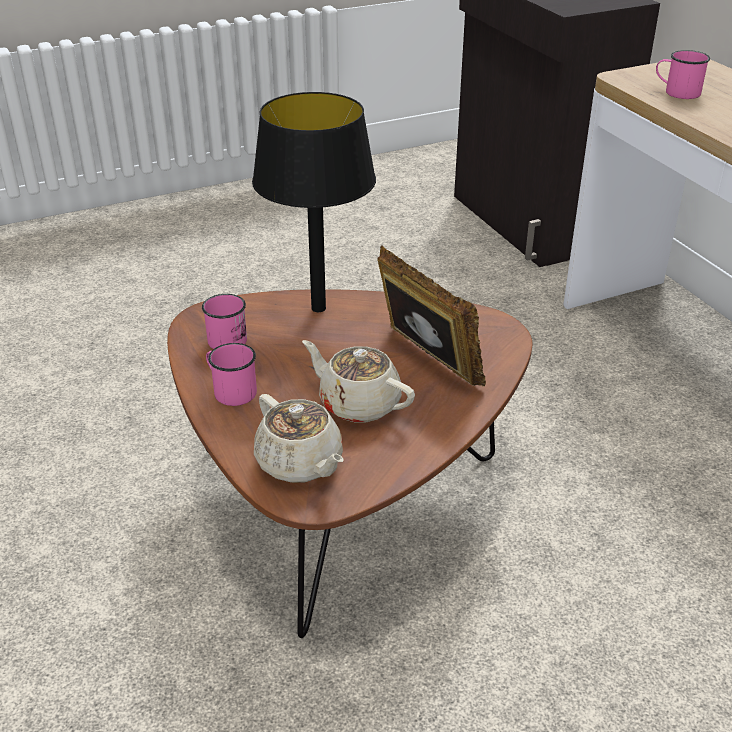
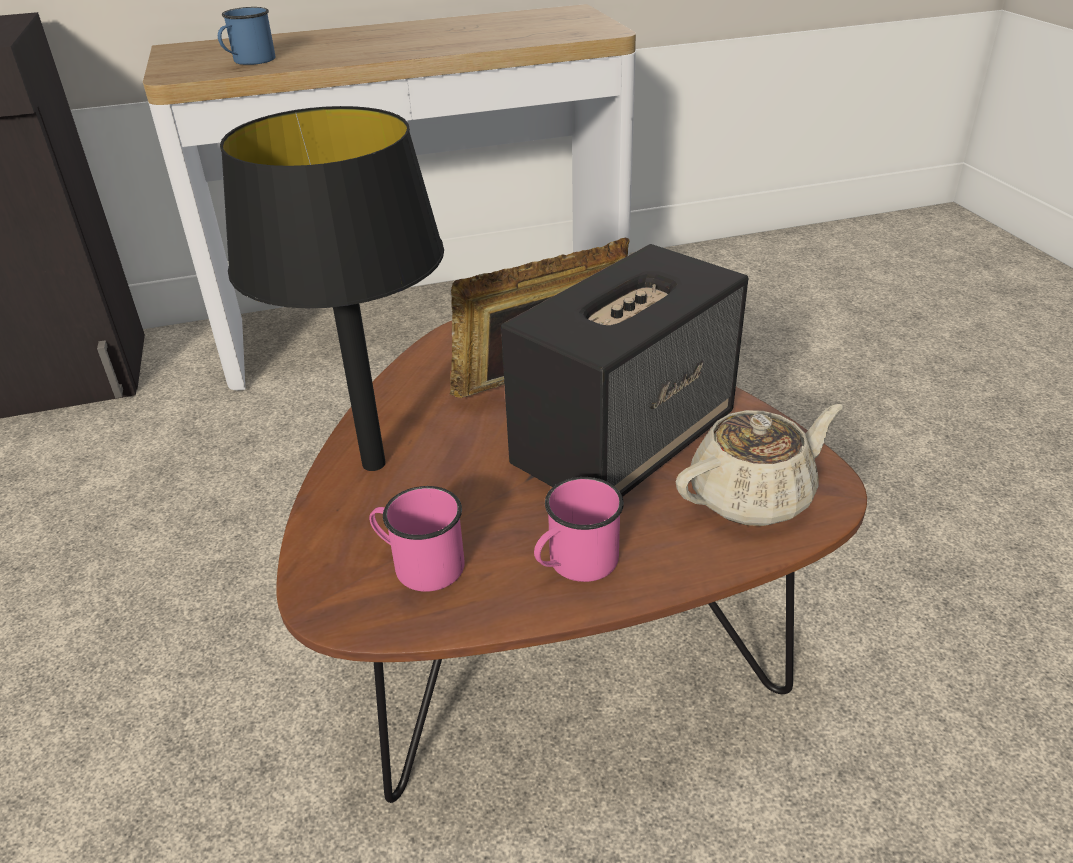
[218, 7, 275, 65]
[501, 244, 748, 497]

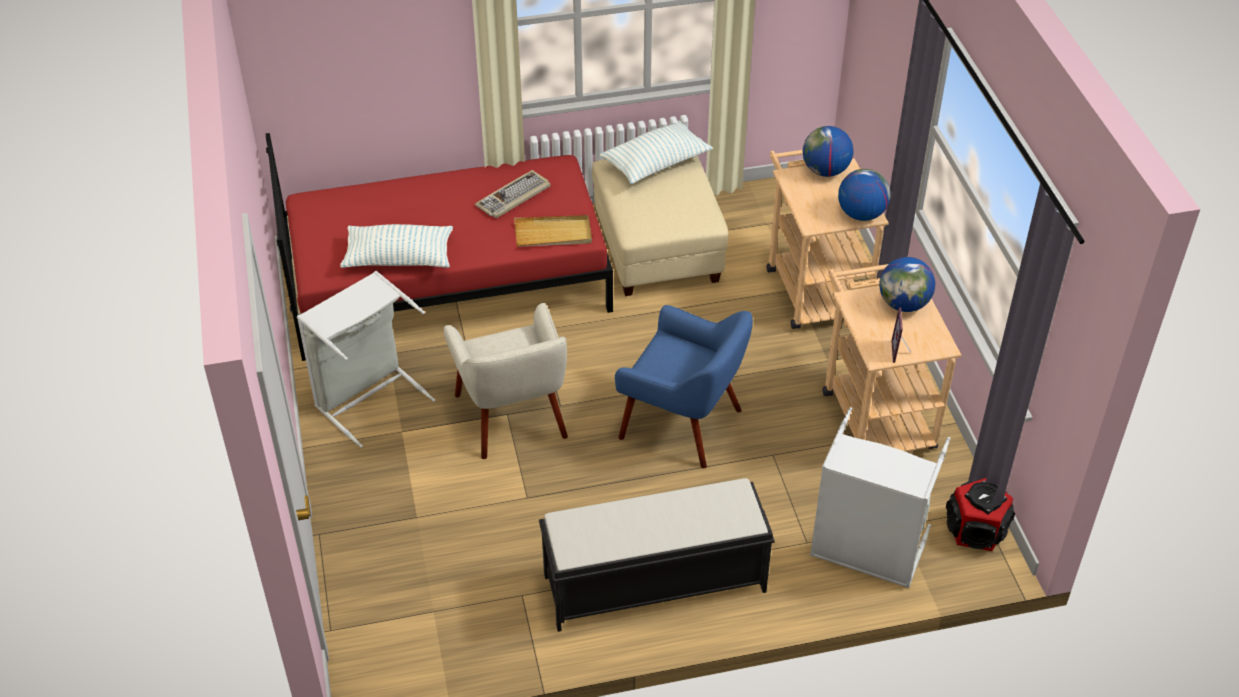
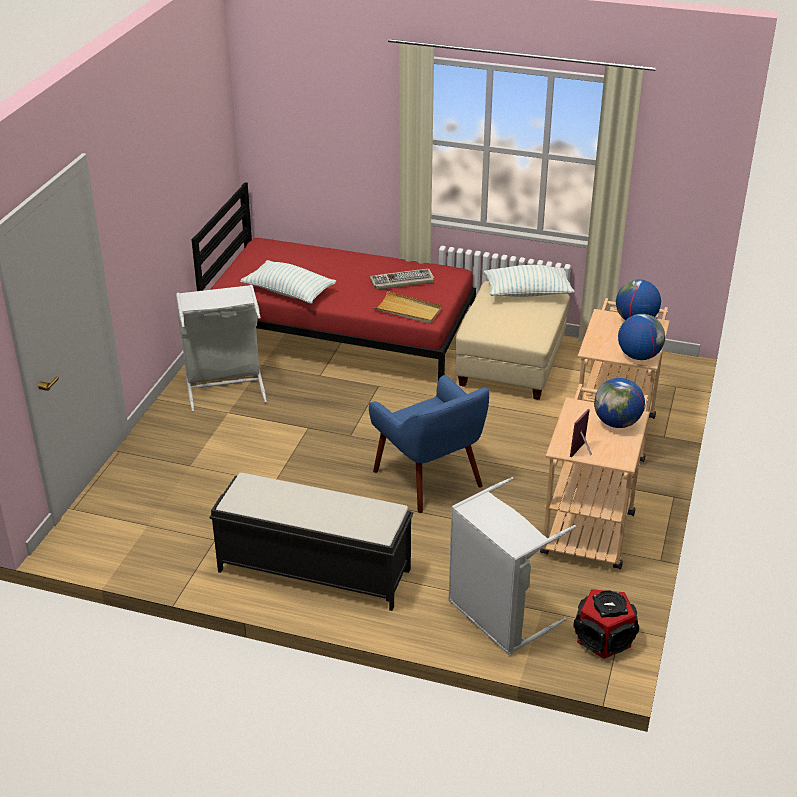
[443, 303, 568, 459] (first image)

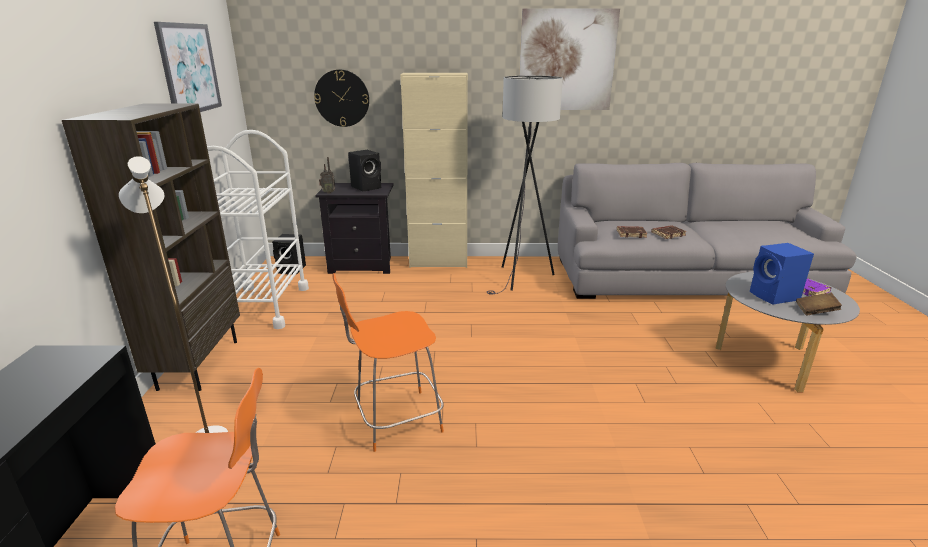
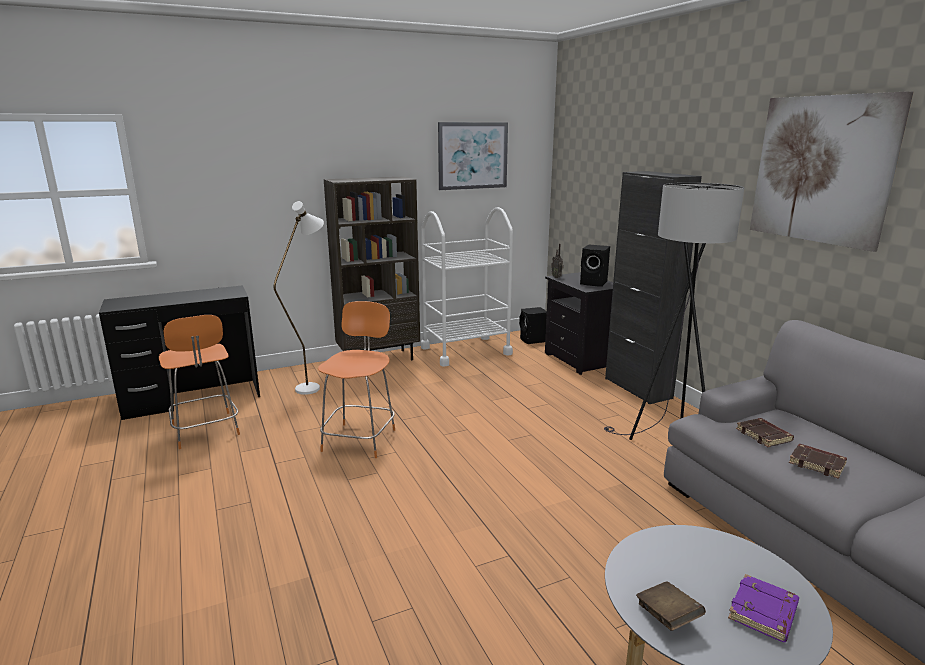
[314, 69, 369, 127] (first image)
[605, 171, 702, 404]
[750, 243, 814, 305] (first image)
[318, 301, 395, 458]

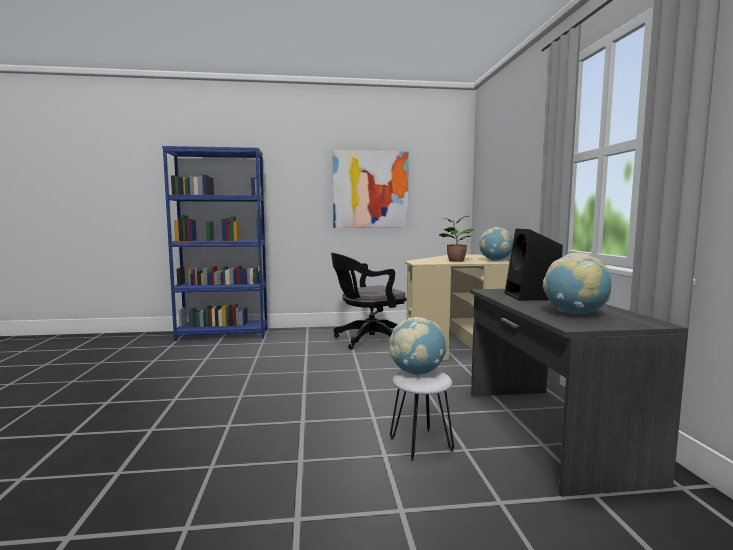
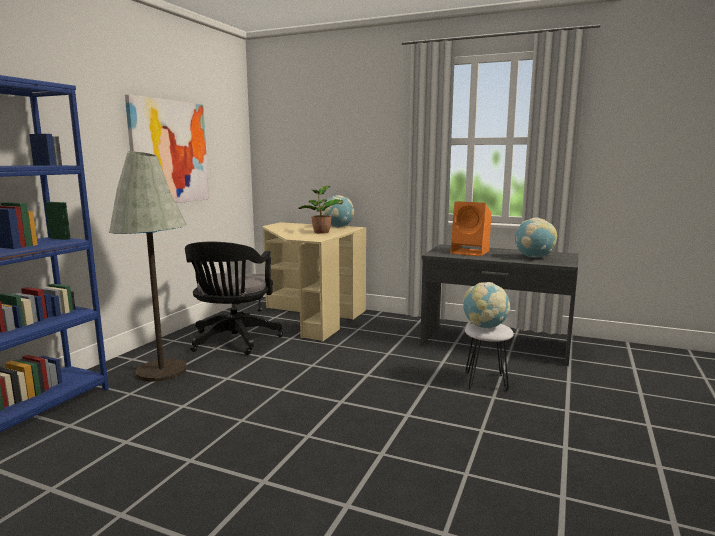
[450, 201, 491, 256]
[109, 151, 187, 381]

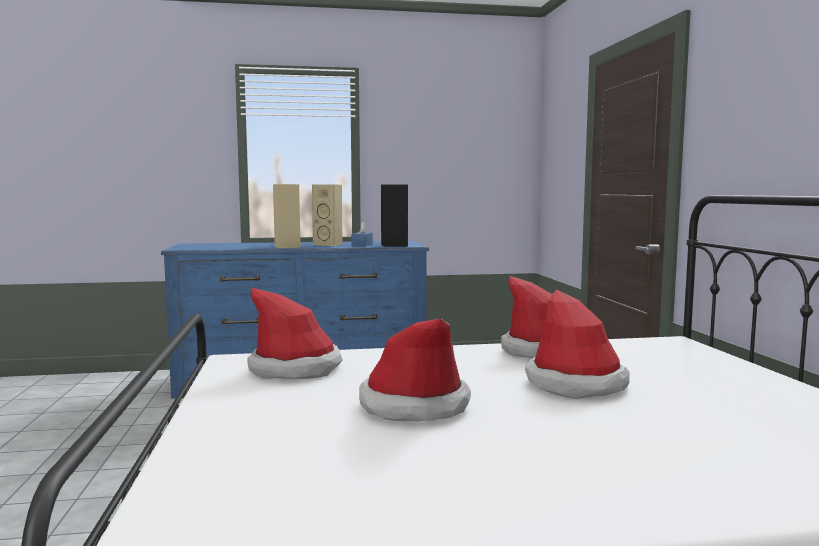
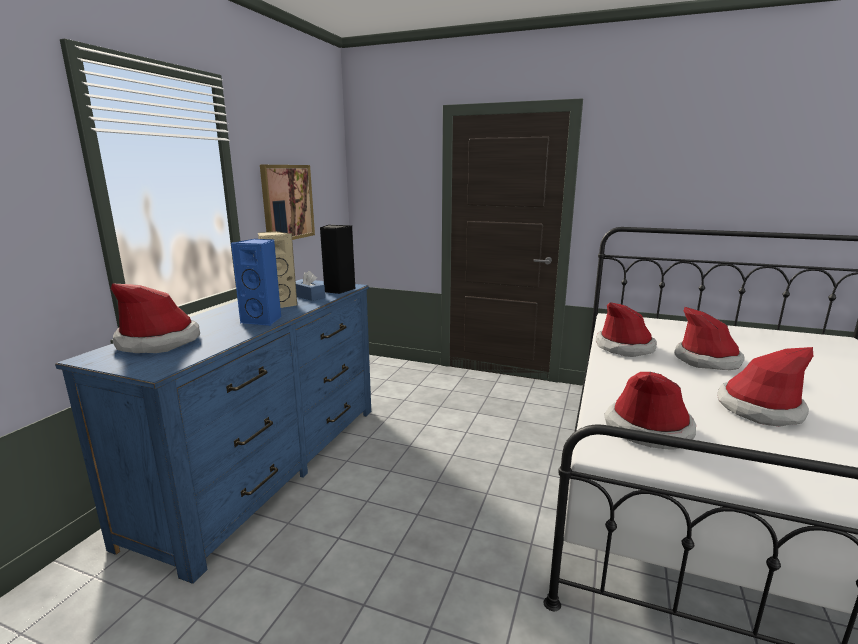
[231, 239, 282, 326]
[260, 165, 315, 240]
[111, 283, 200, 353]

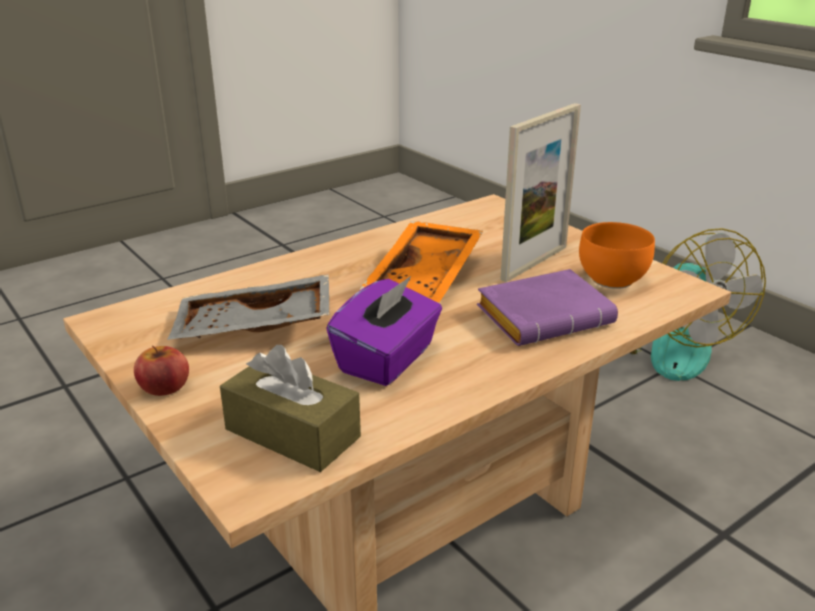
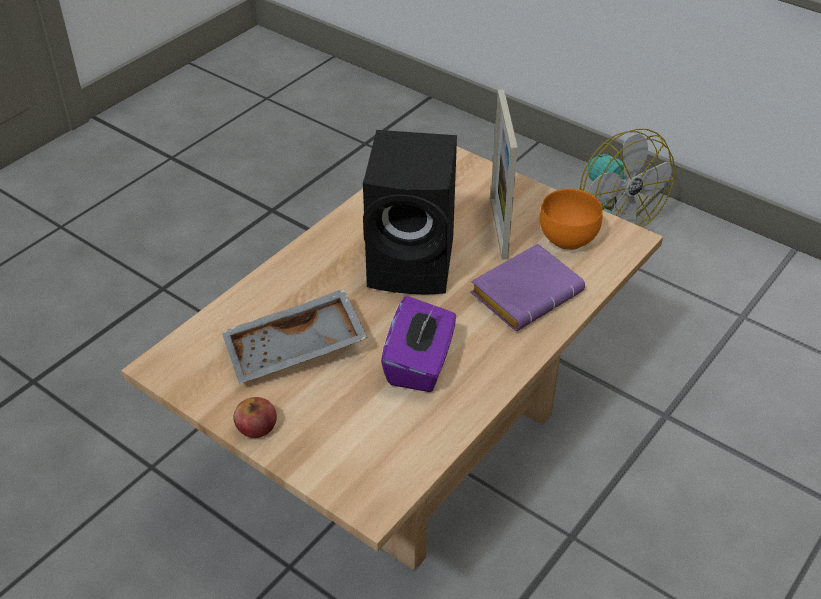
[491, 90, 518, 260]
[363, 130, 457, 294]
[220, 345, 361, 472] (first image)

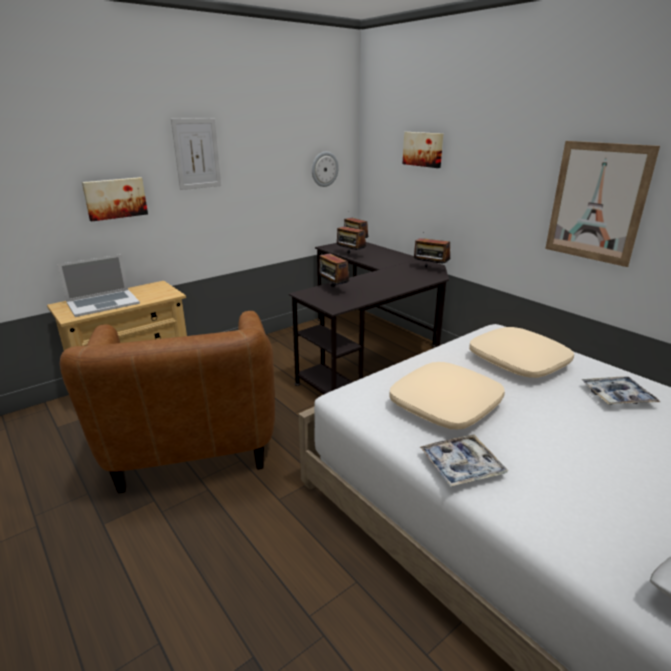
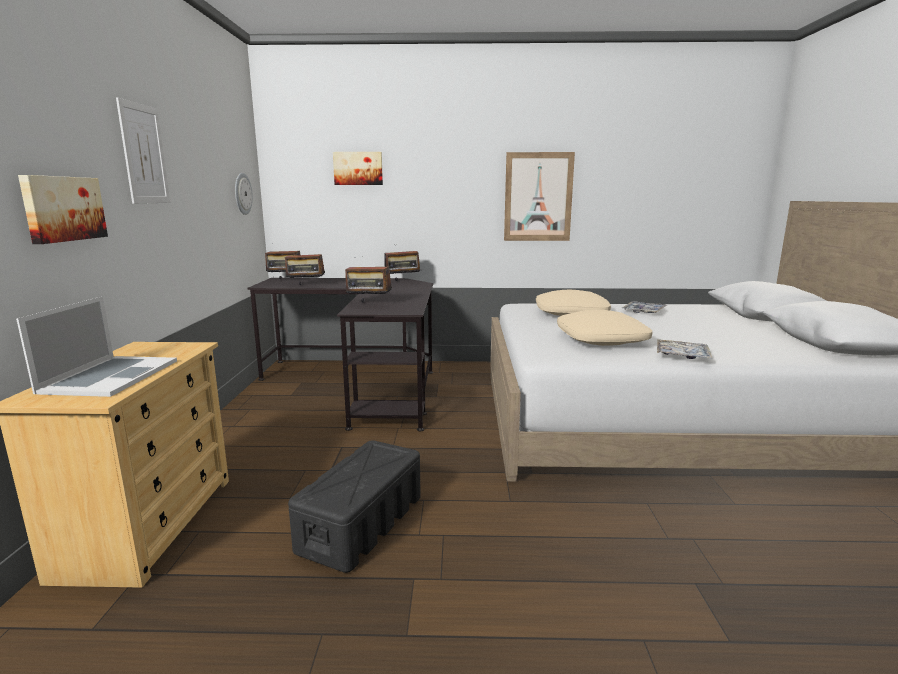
[288, 440, 421, 573]

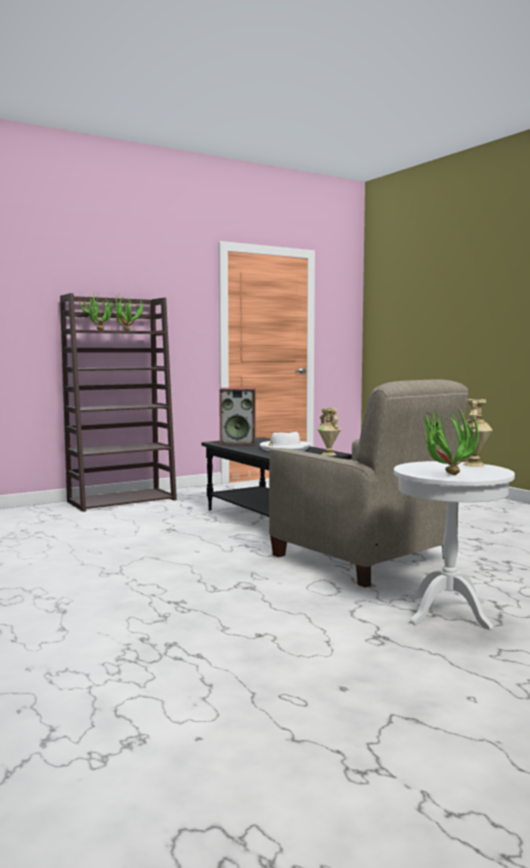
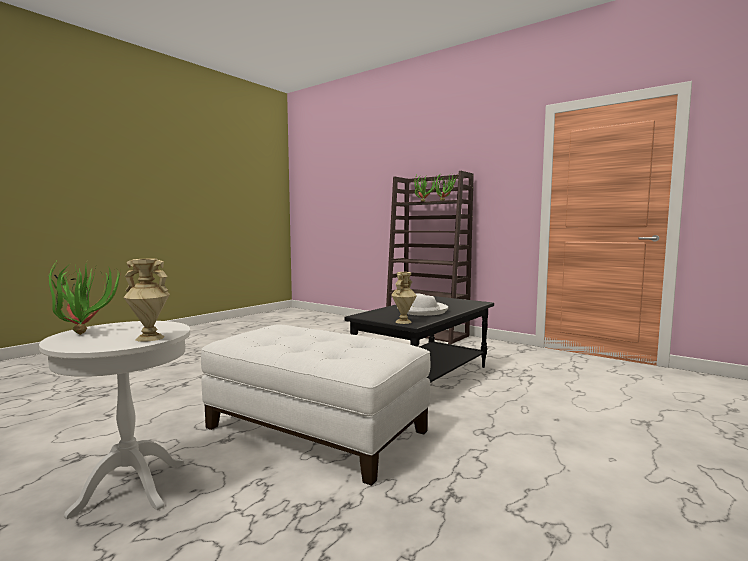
[201, 325, 430, 486]
[219, 388, 256, 445] (first image)

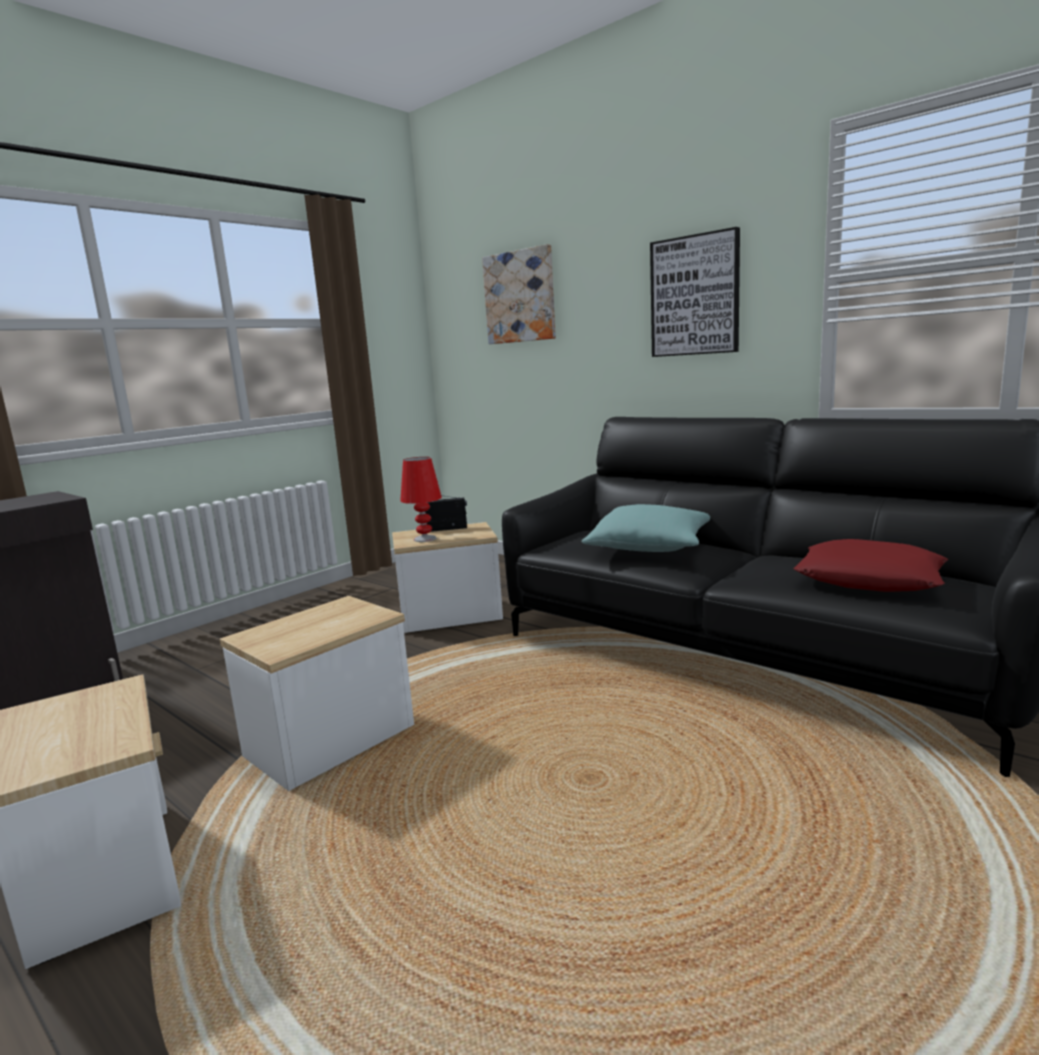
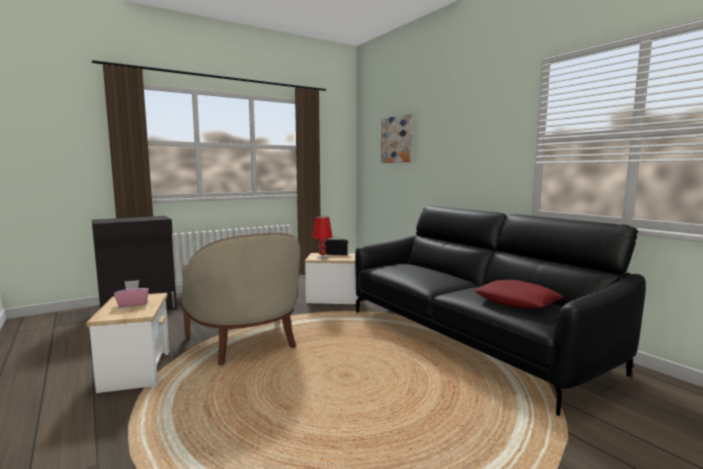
[650, 227, 740, 357] (first image)
[581, 504, 710, 552] (first image)
[181, 233, 300, 365]
[114, 280, 149, 307]

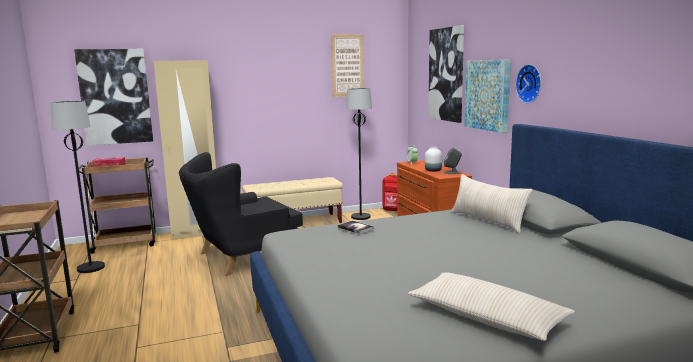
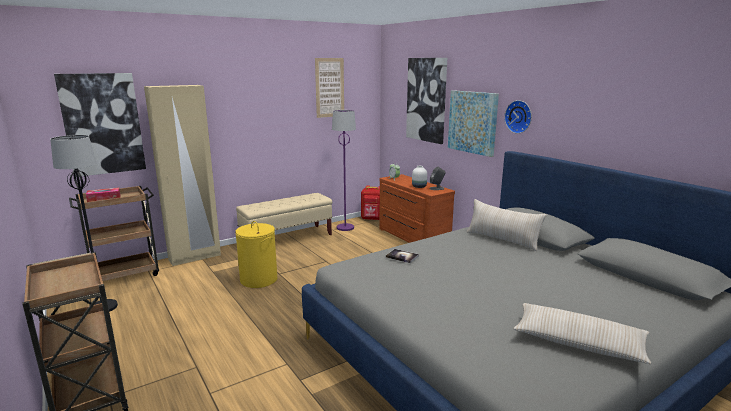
[332, 110, 356, 231]
[235, 221, 277, 288]

